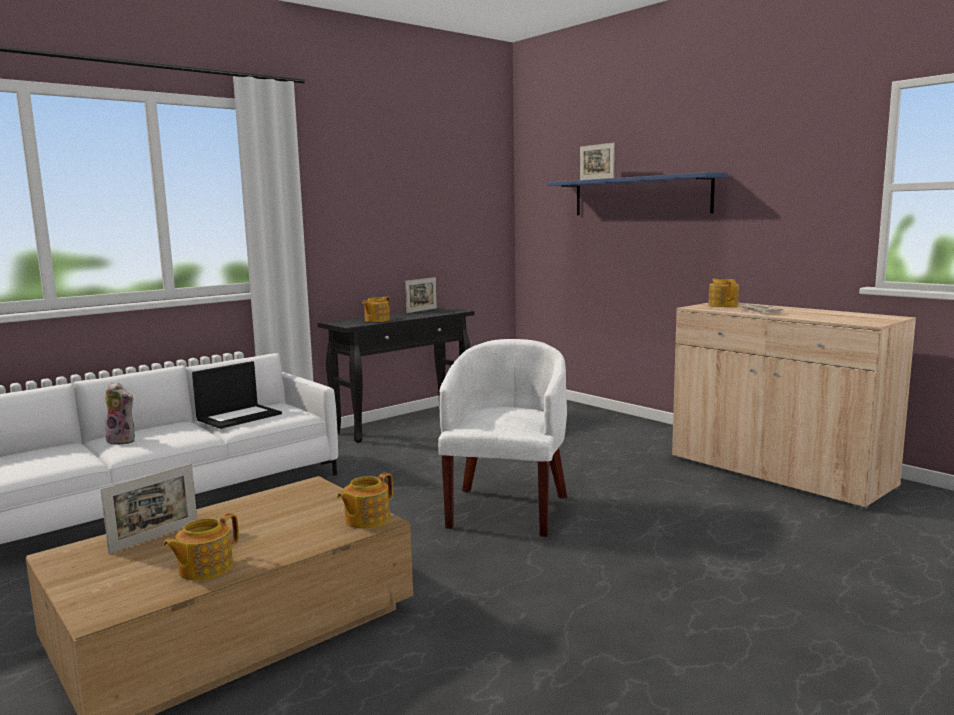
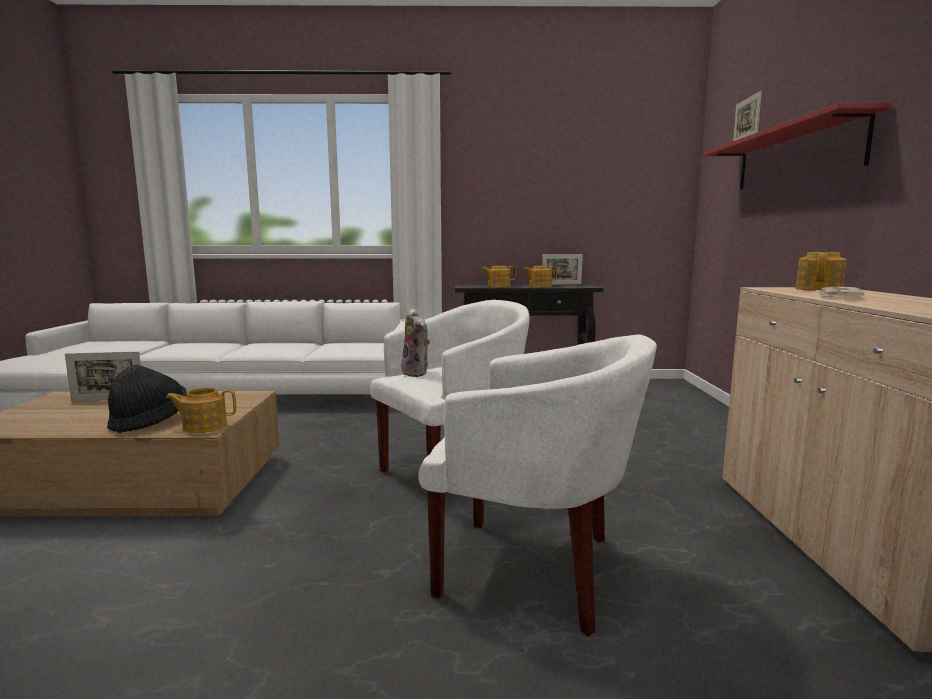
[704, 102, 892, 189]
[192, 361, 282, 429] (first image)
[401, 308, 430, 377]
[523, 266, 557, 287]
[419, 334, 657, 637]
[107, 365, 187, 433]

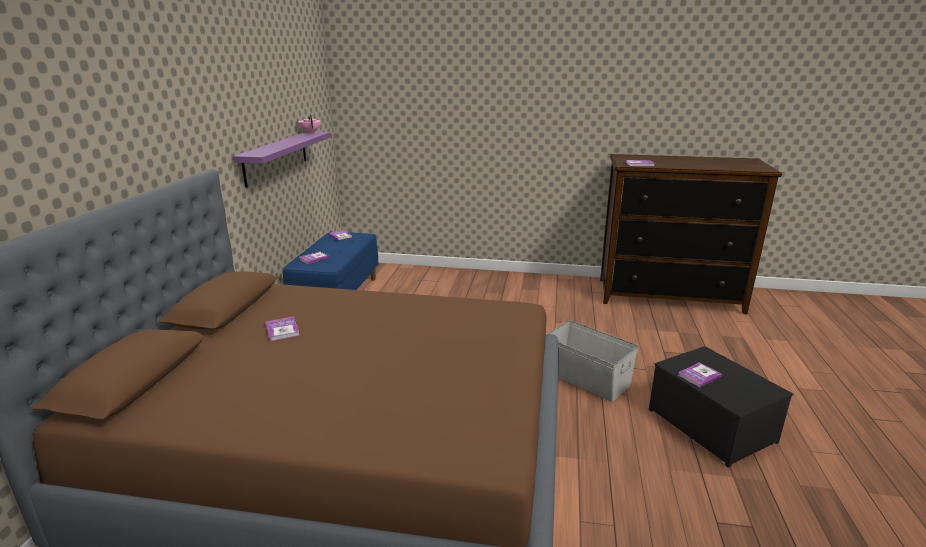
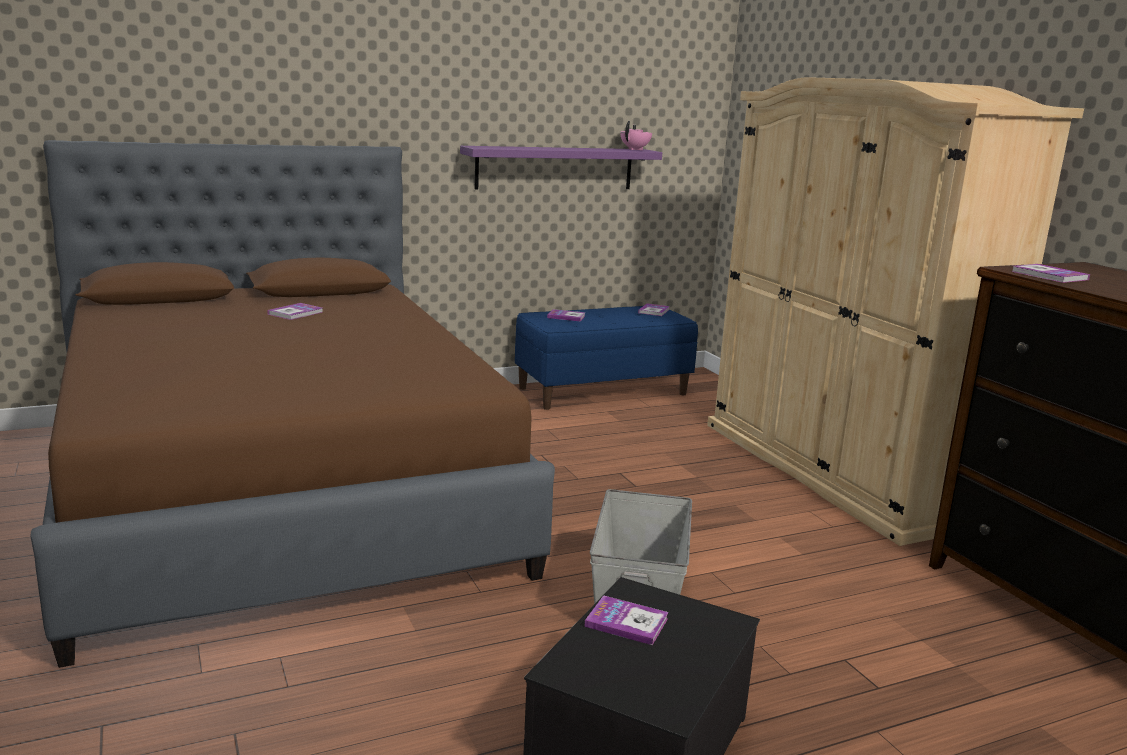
[707, 78, 1084, 546]

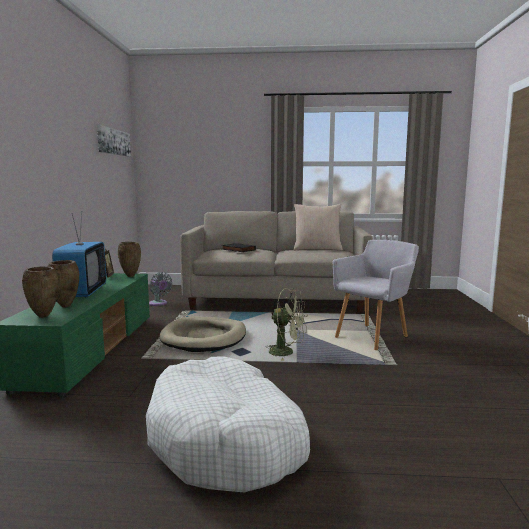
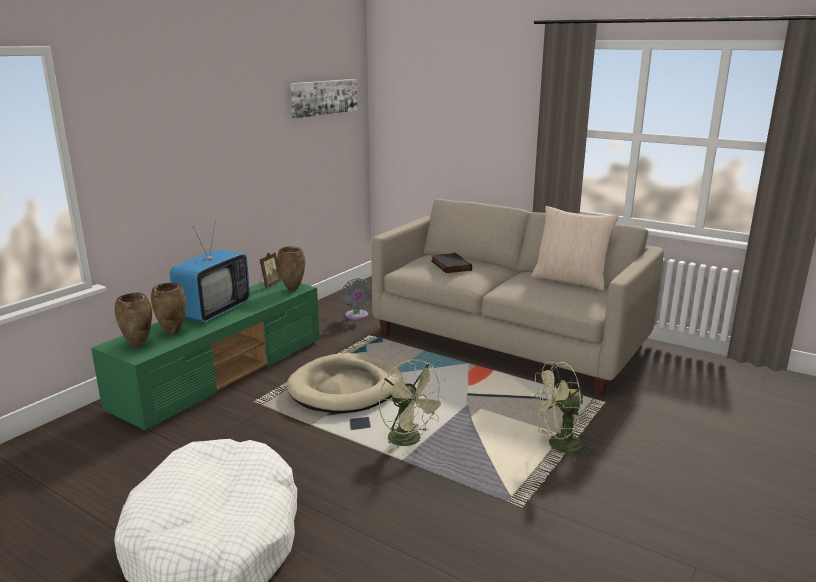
[530, 362, 594, 462]

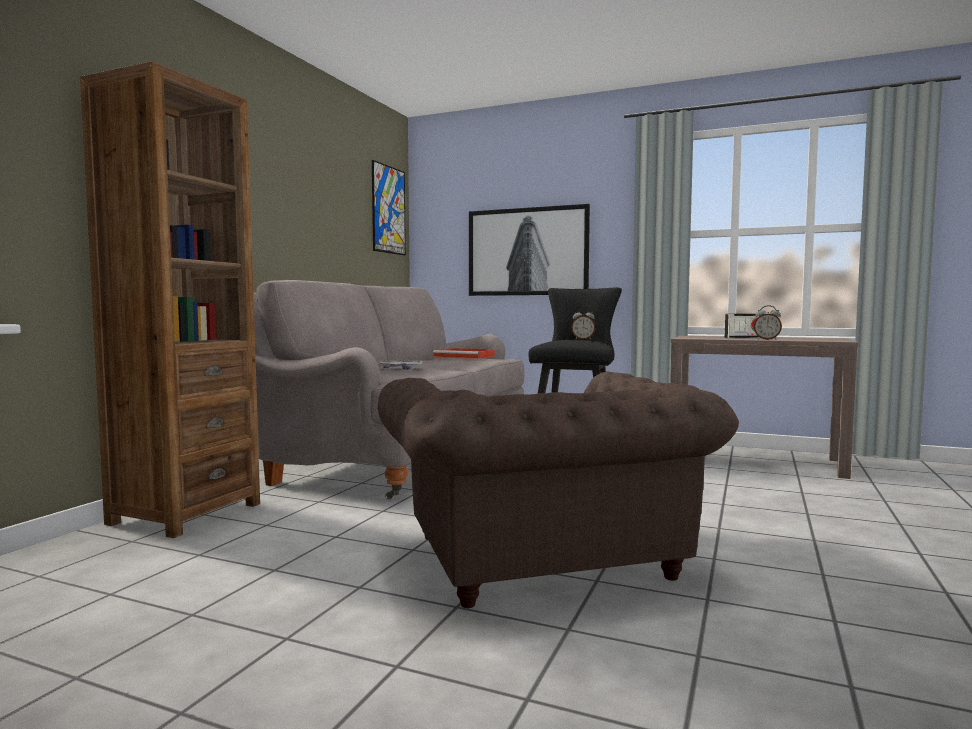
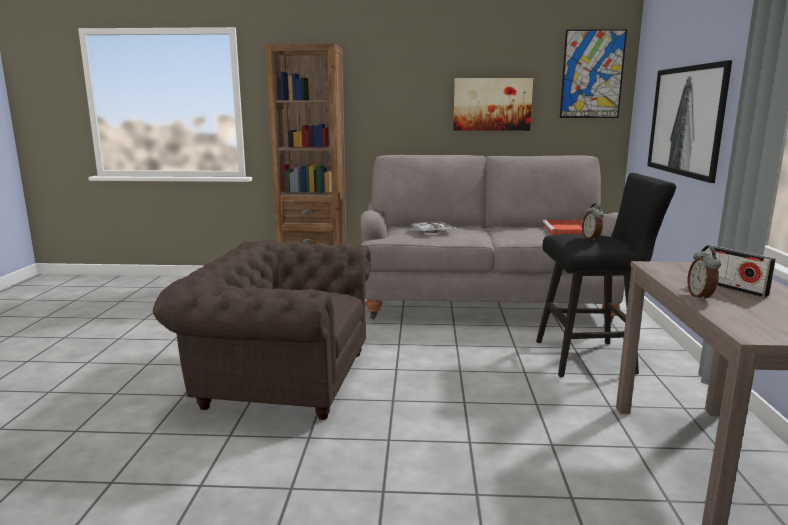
[153, 239, 371, 420]
[453, 78, 533, 131]

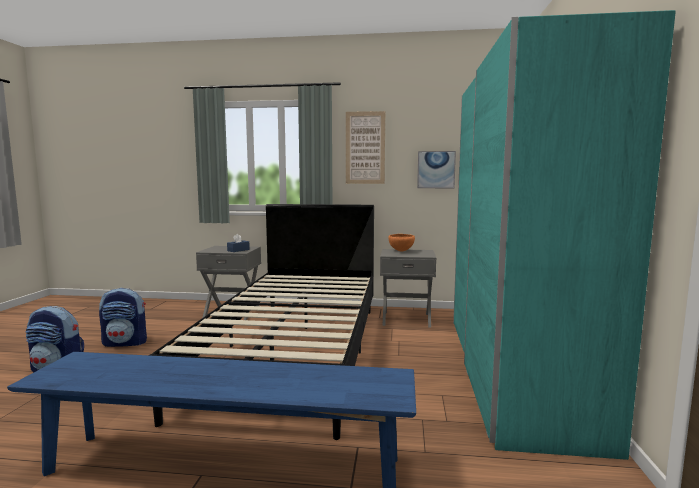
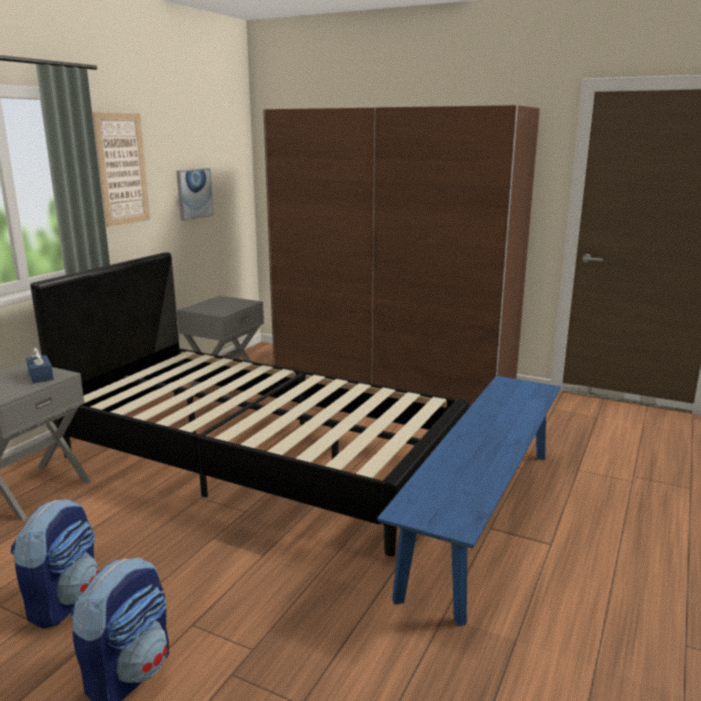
[263, 105, 540, 407]
[388, 234, 415, 251] (first image)

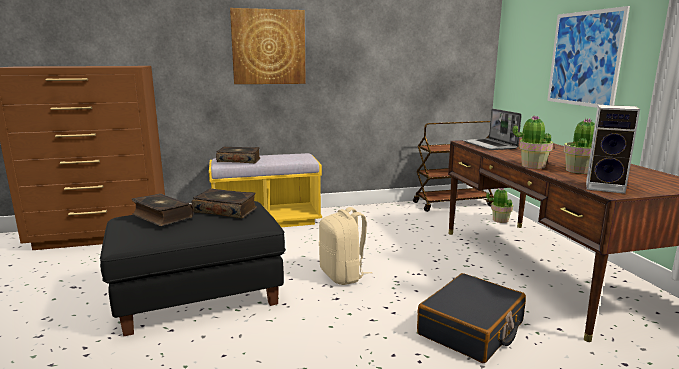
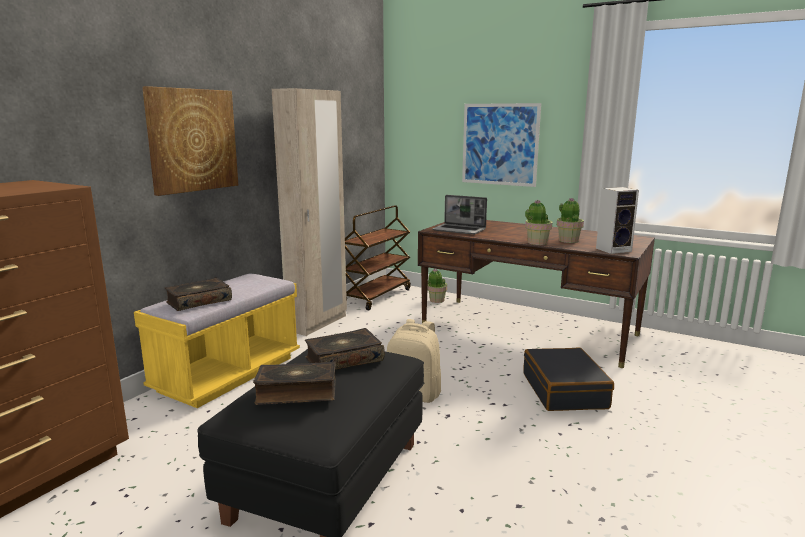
[272, 88, 347, 336]

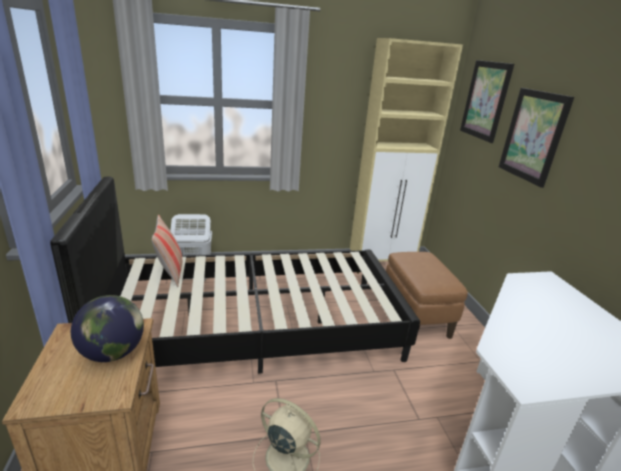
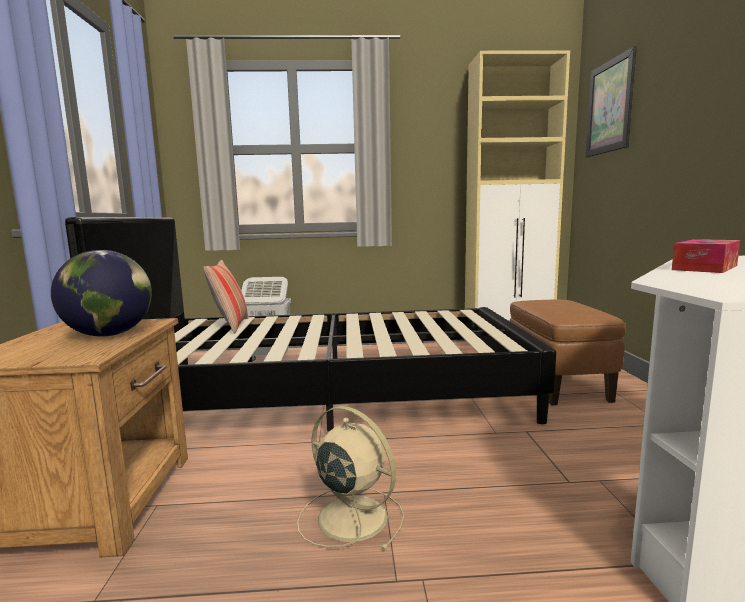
[499, 88, 574, 188] (first image)
[672, 239, 740, 273]

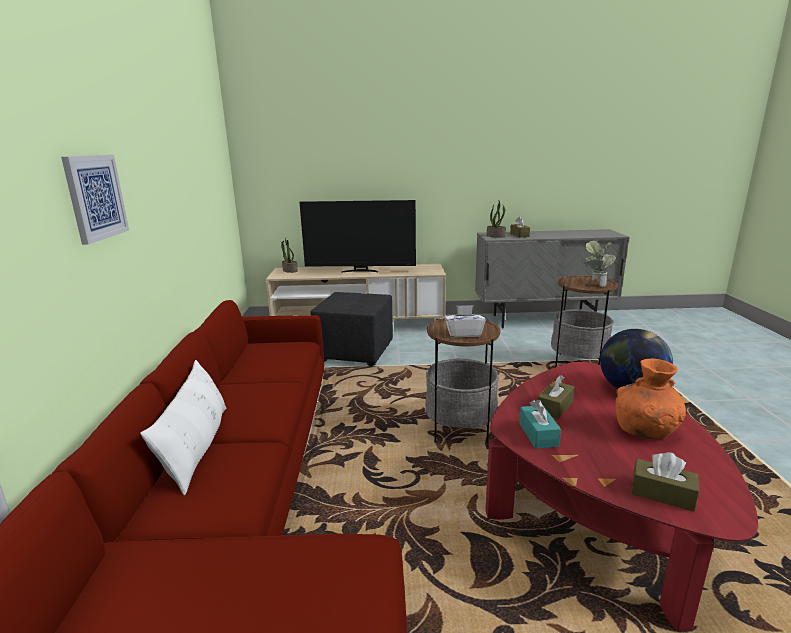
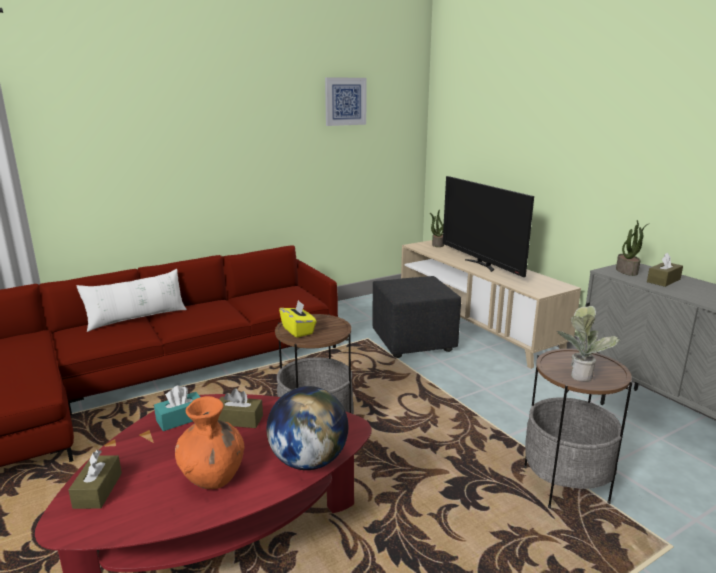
[325, 77, 367, 126]
[279, 300, 317, 338]

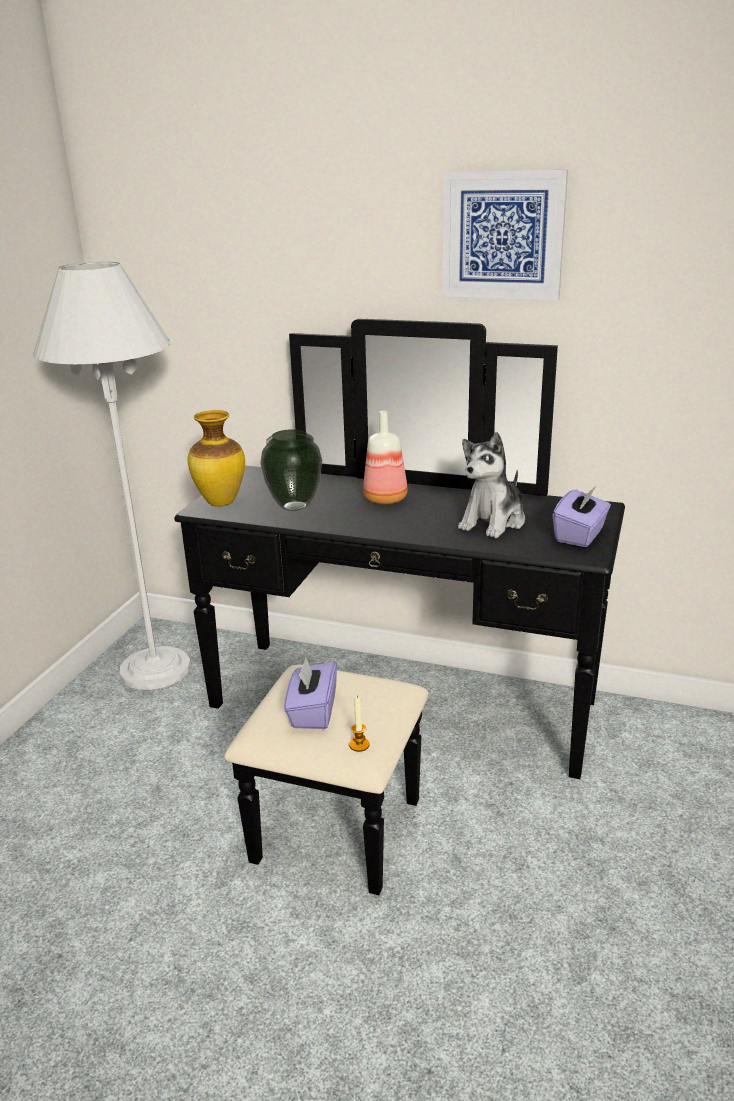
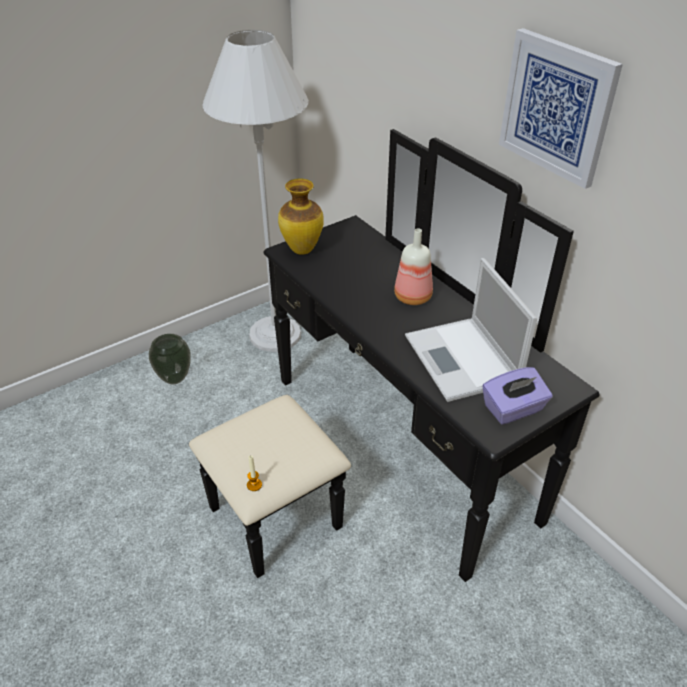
[149, 334, 191, 384]
[405, 258, 537, 402]
[284, 657, 337, 729] (first image)

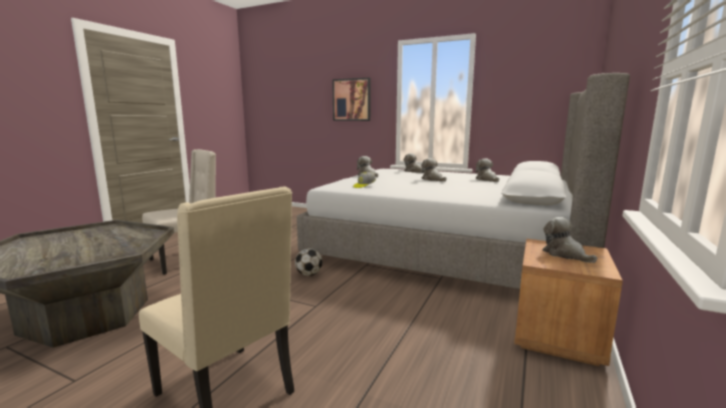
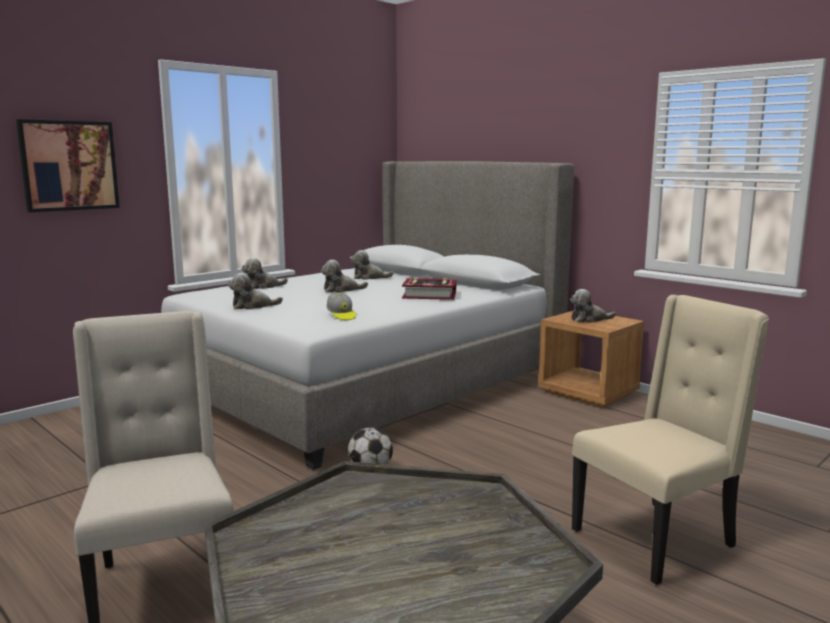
[402, 278, 456, 300]

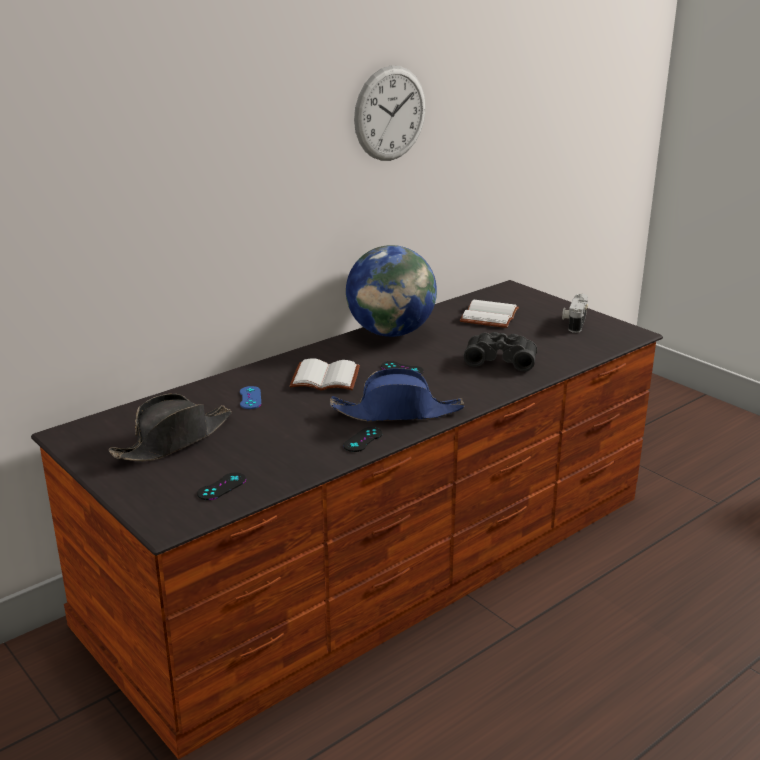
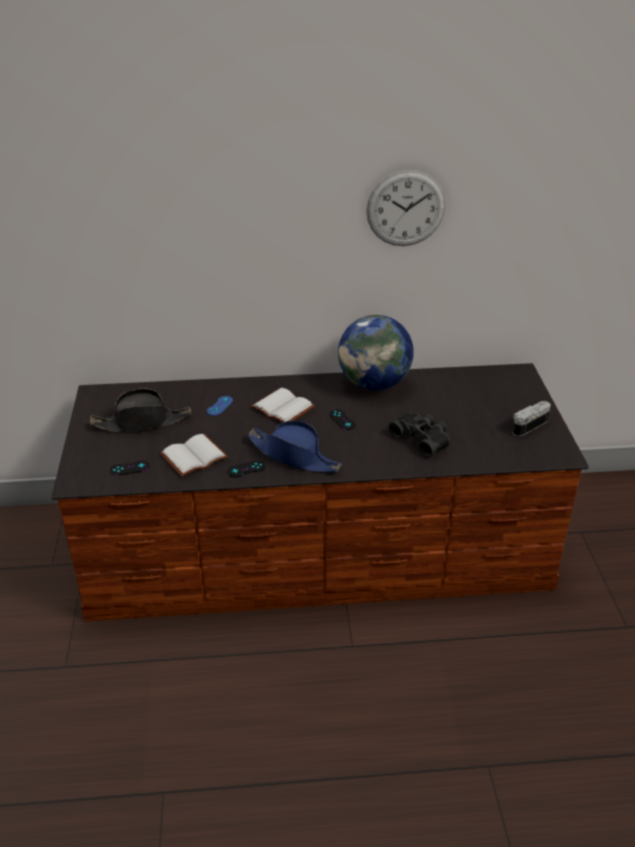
[160, 434, 228, 477]

